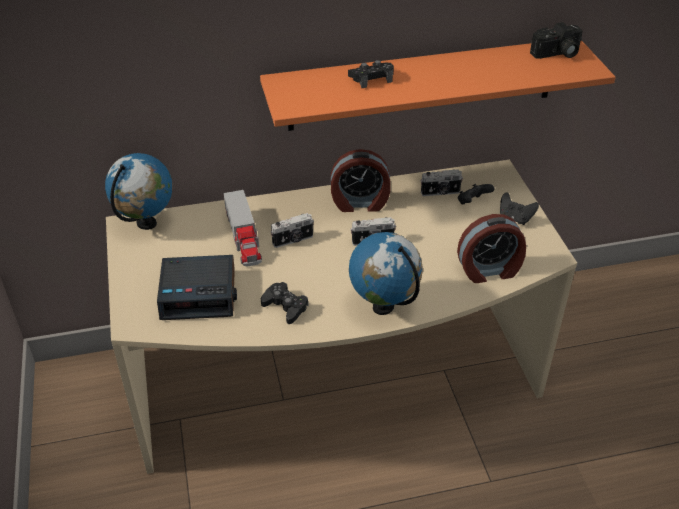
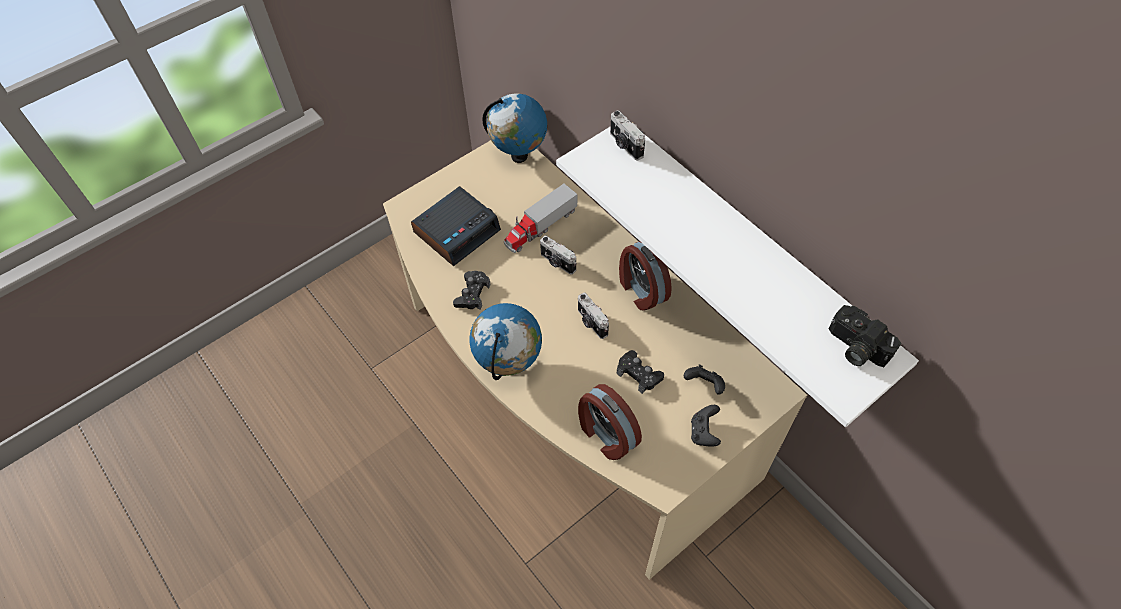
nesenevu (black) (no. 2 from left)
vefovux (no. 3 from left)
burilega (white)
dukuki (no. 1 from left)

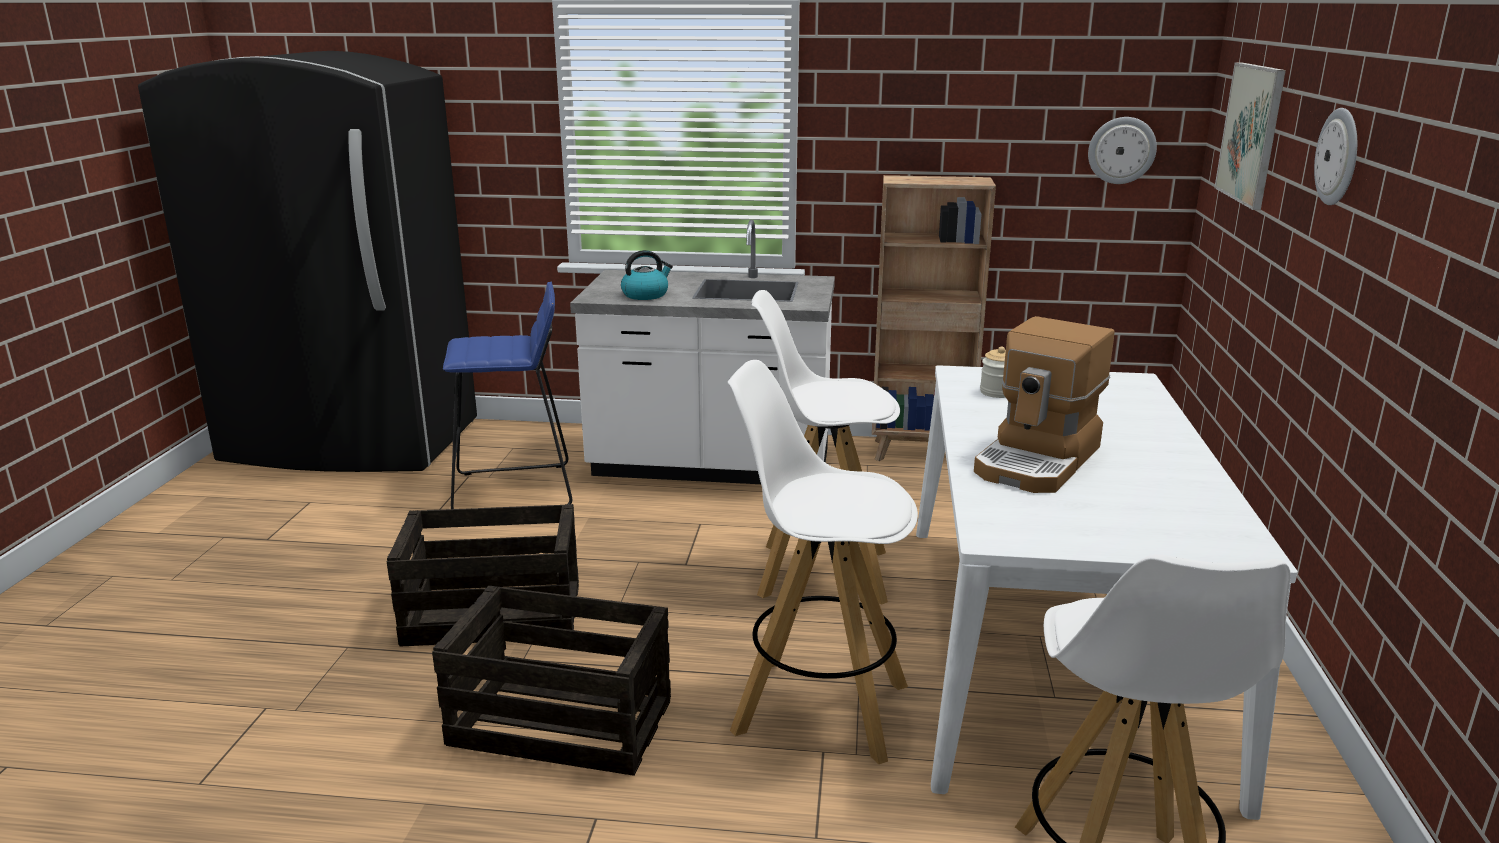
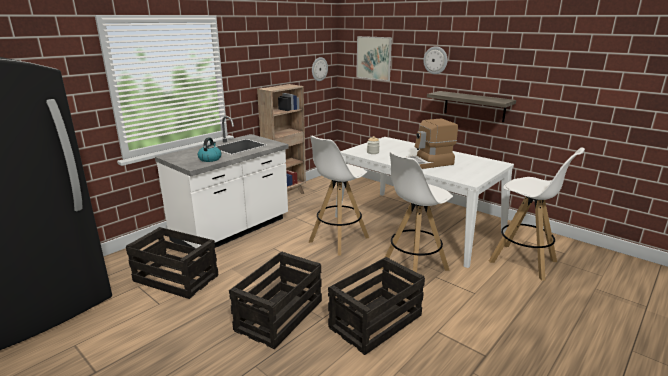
burilega
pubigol (no. 1 from left)
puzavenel

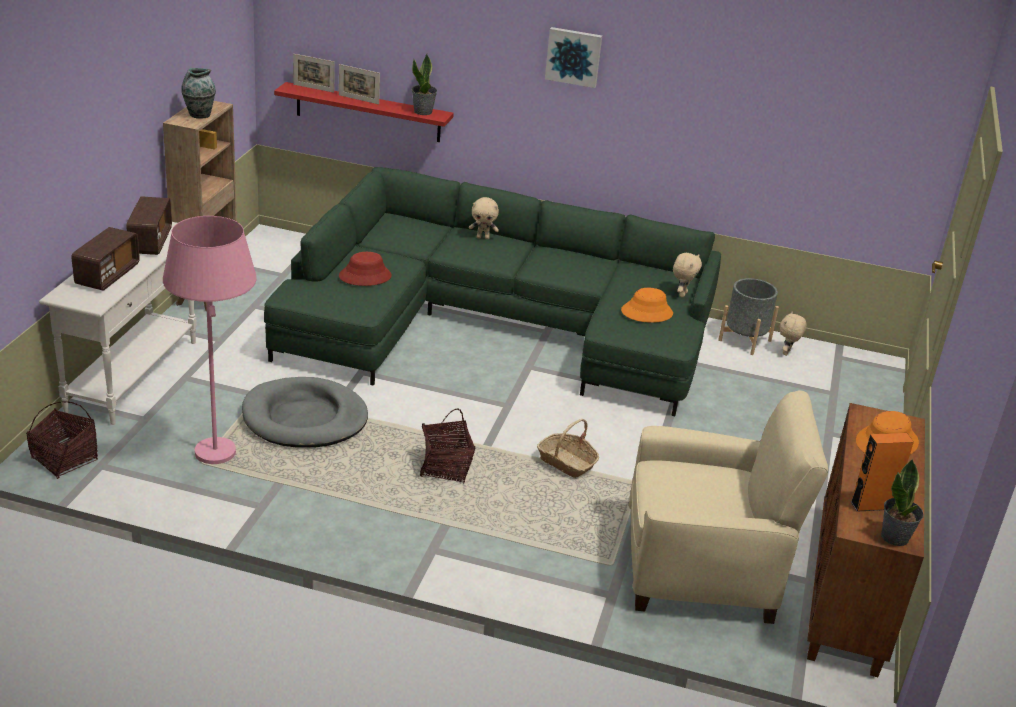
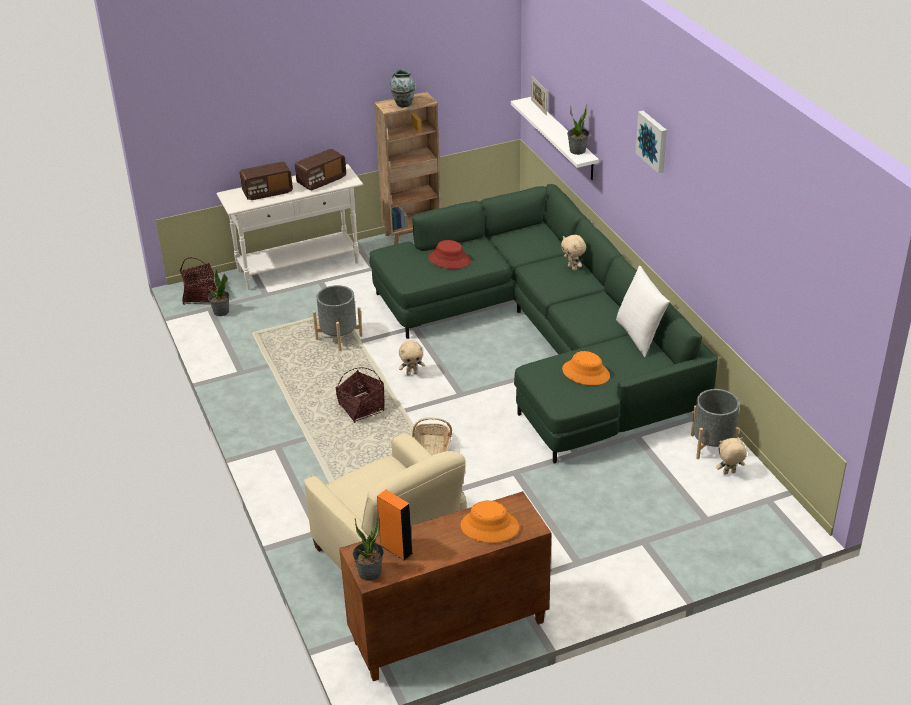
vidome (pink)
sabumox (no. 2 from left in the first image)
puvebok (no. 1 from left)
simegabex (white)
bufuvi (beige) (no. 1 from left)
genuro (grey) (no. 1 from left)
burilega (white)

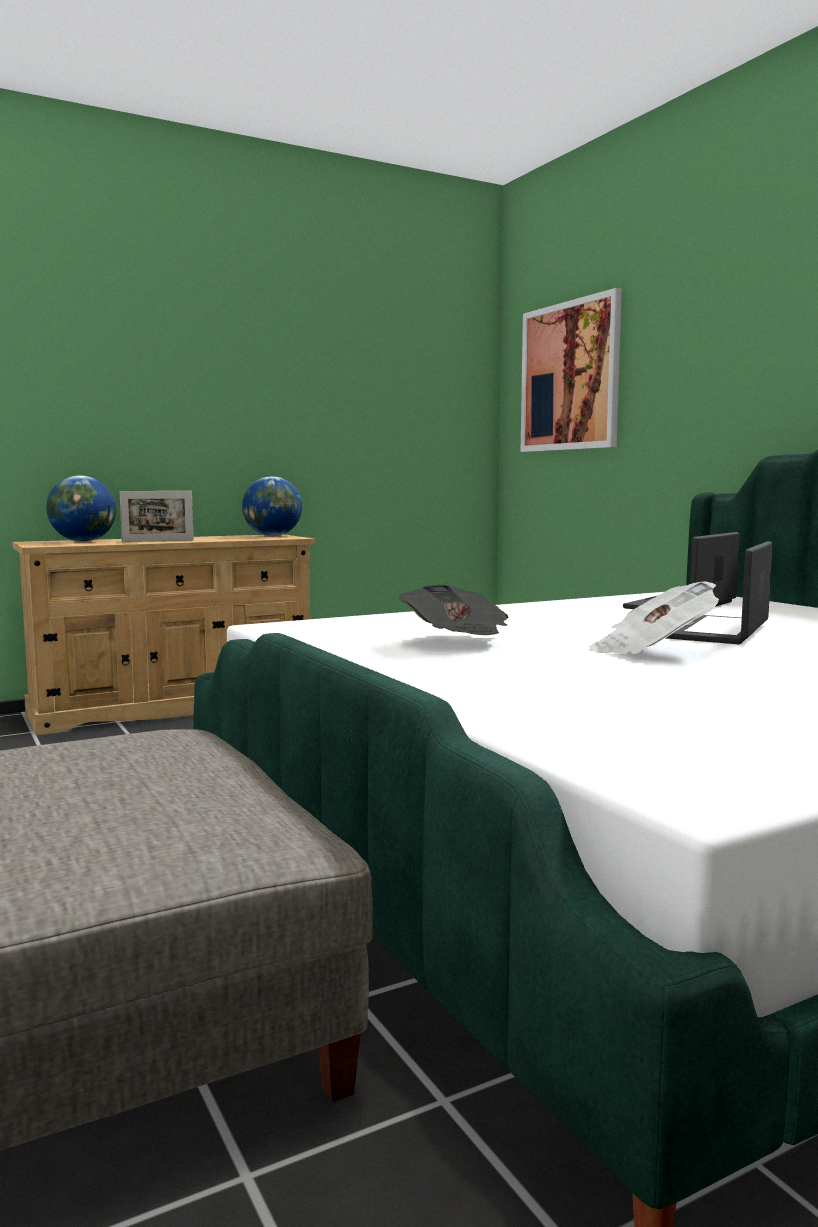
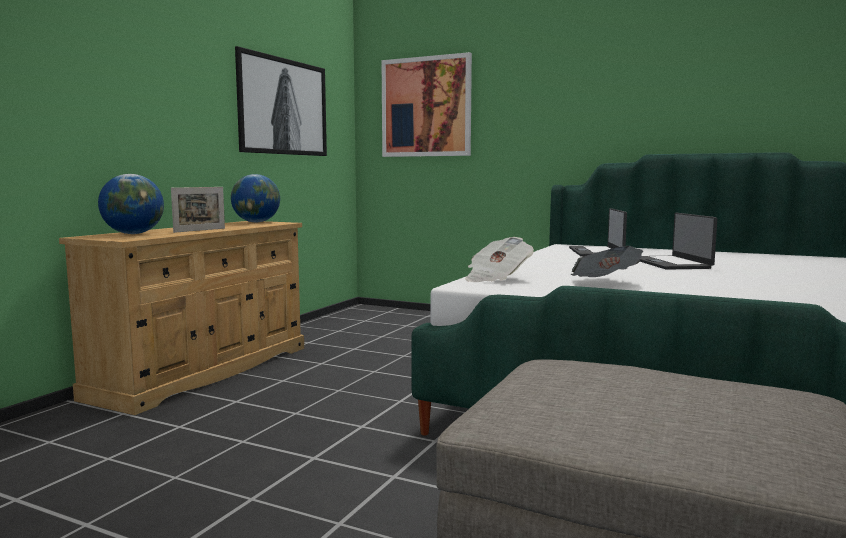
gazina (no. 1 from left)
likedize (no. 1 from left)

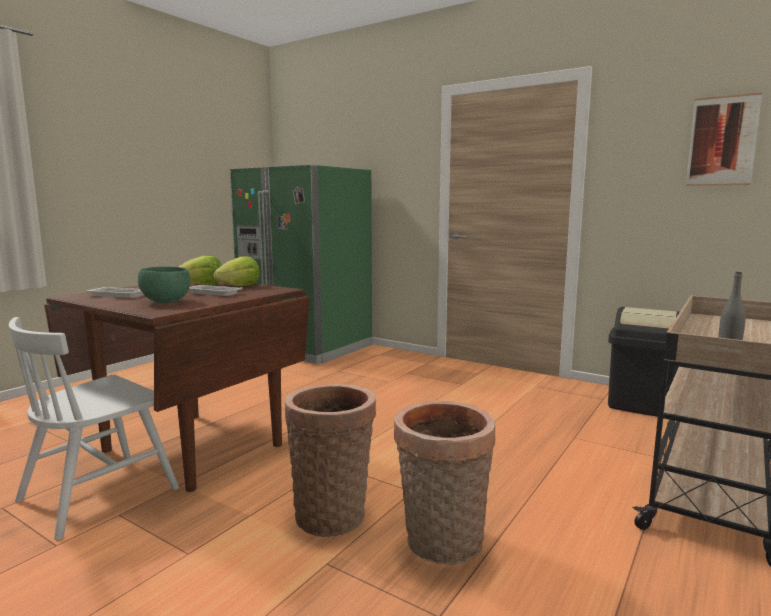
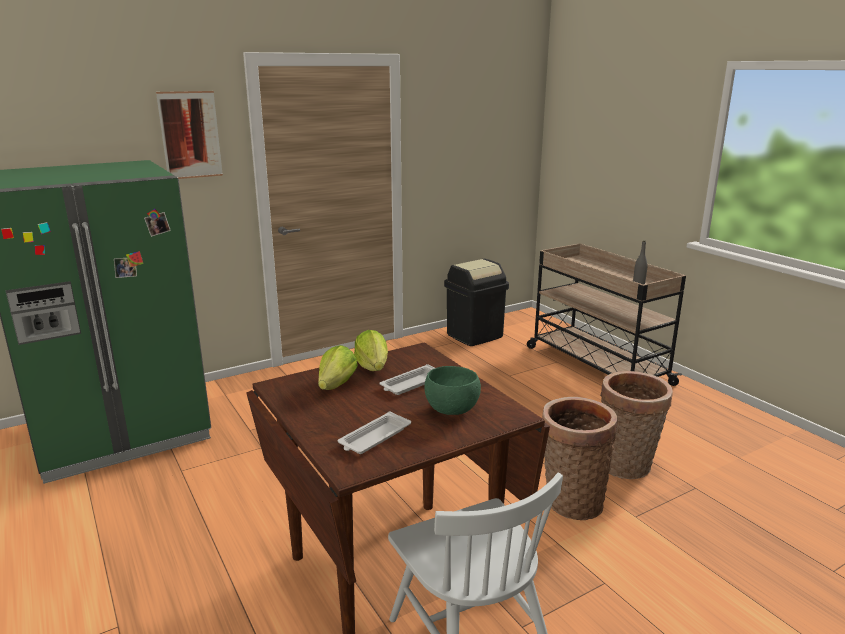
gazina

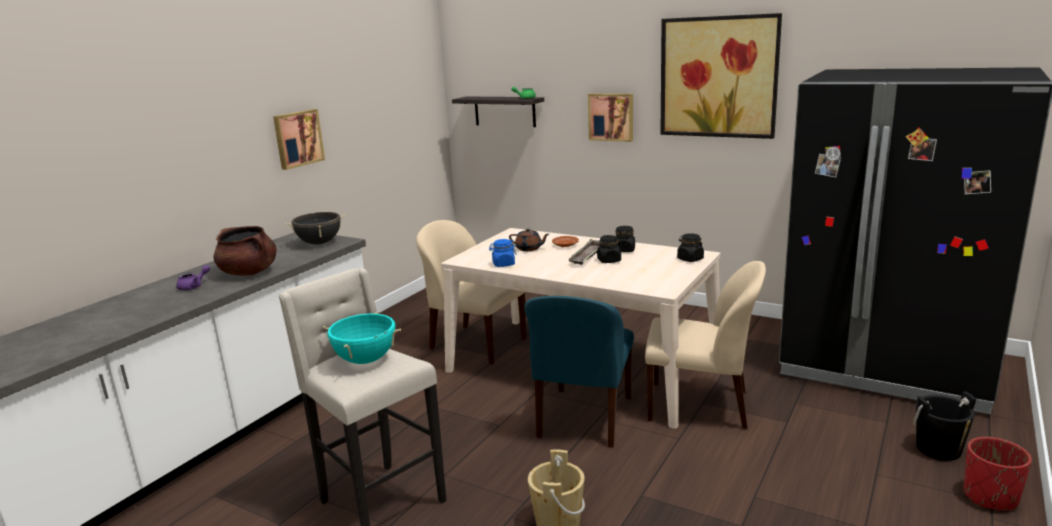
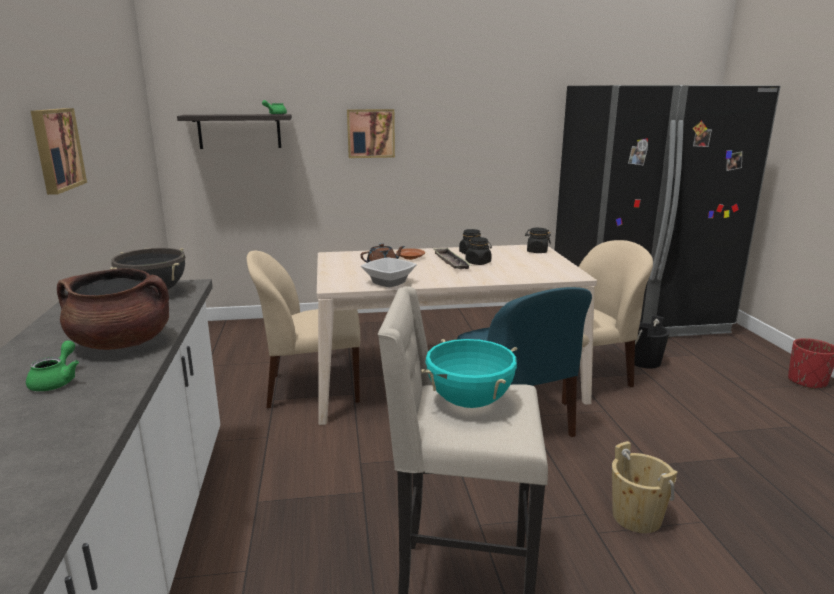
gazina (no. 3 from left in the first image)
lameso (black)
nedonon
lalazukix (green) (no. 1 from left)

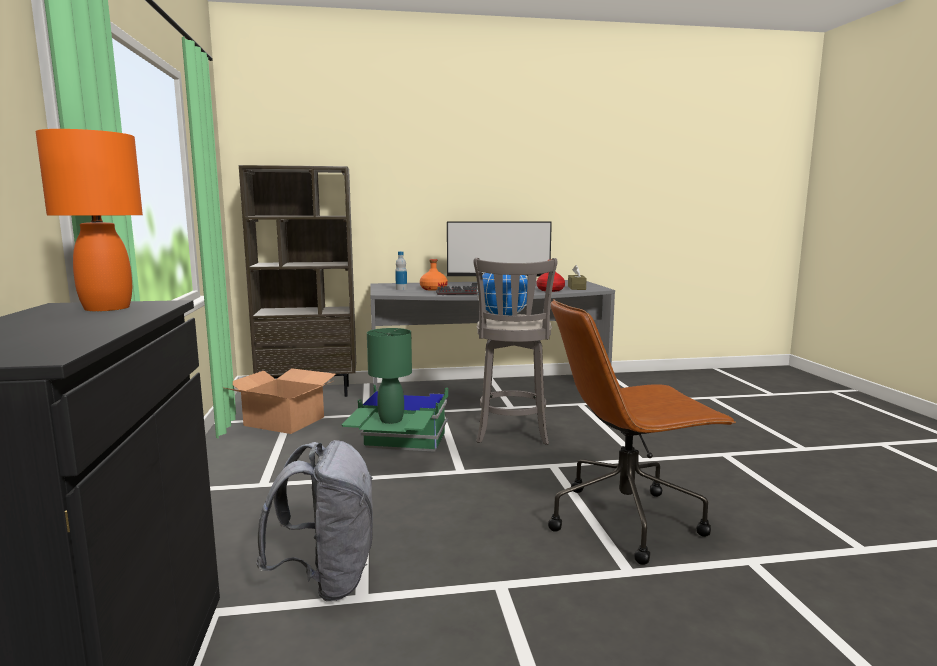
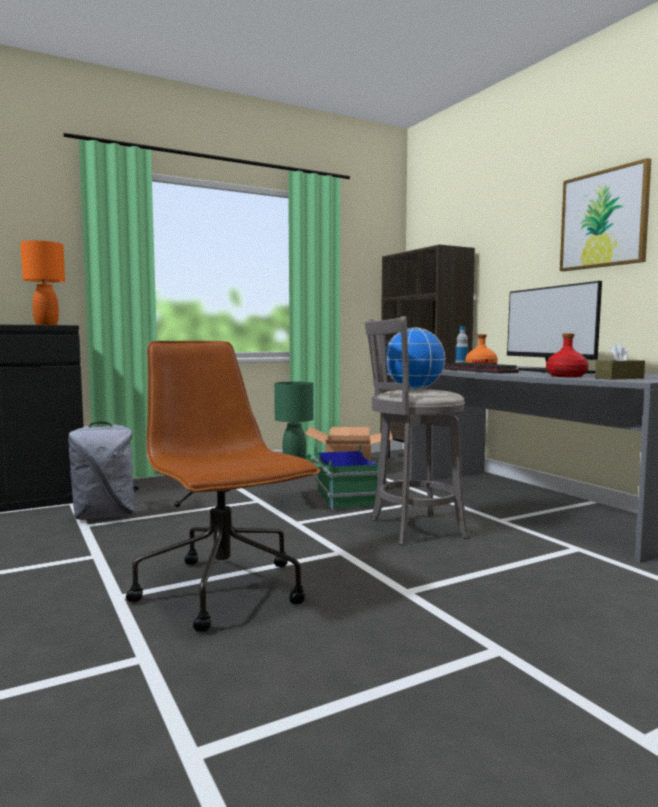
gazina

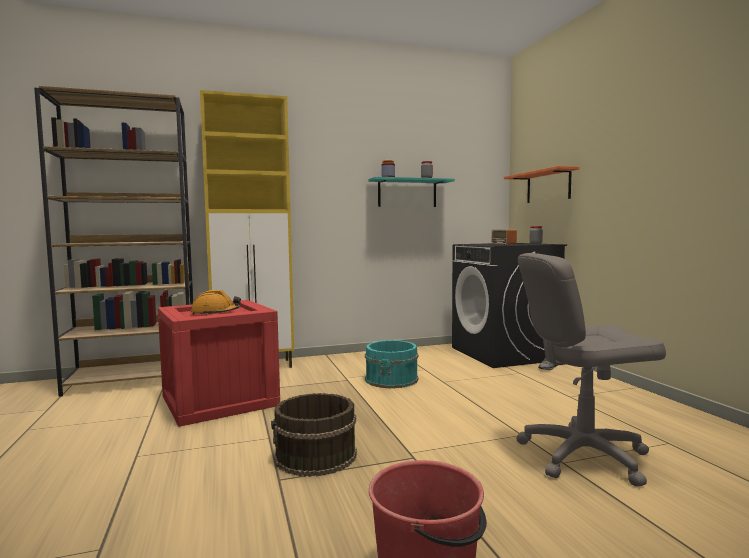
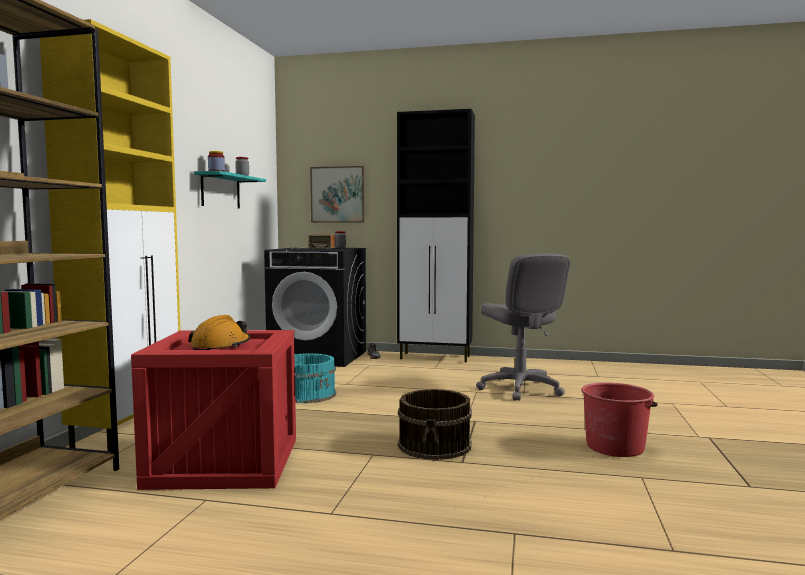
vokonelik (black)
gazina
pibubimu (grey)

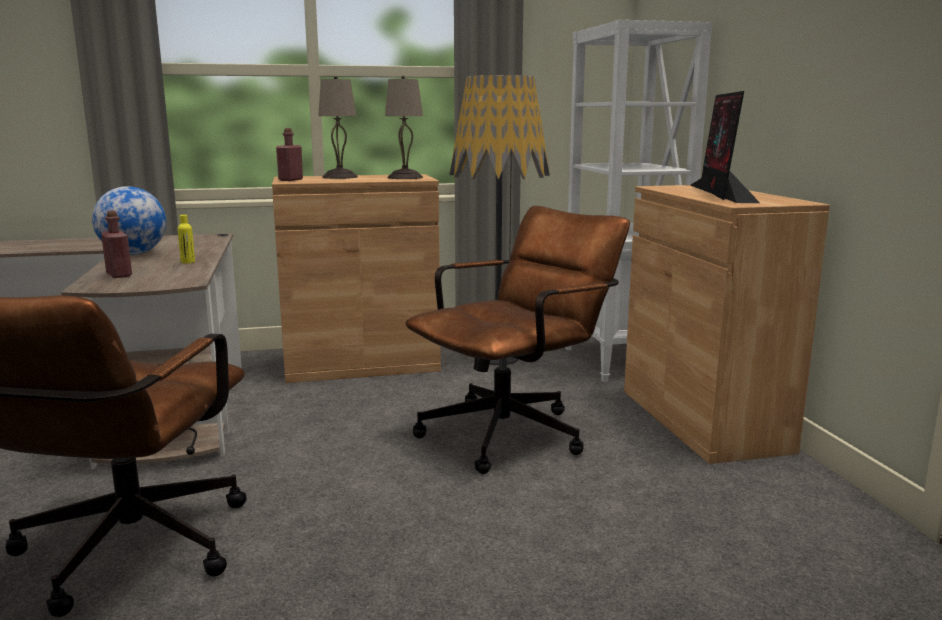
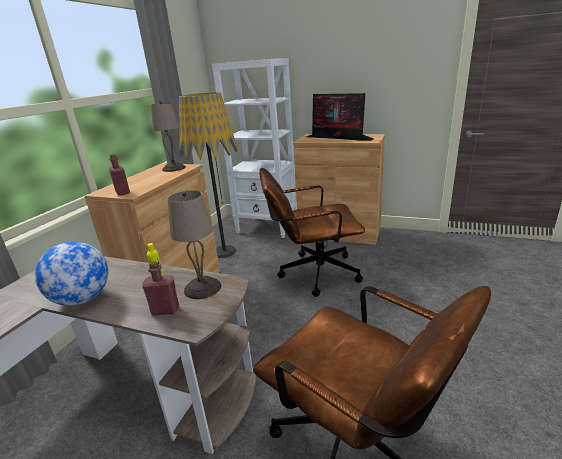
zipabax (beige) (no. 2 from left)
pibubimu (brown) (no. 1 from left)

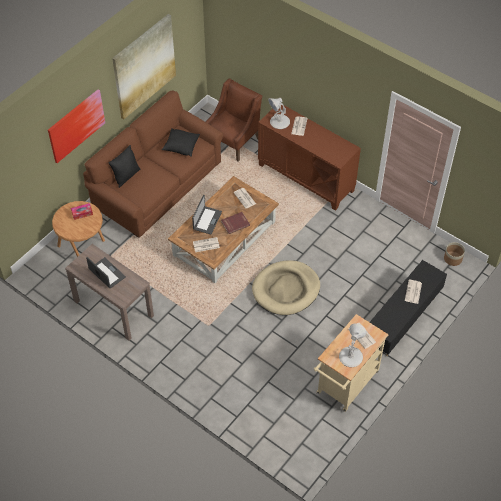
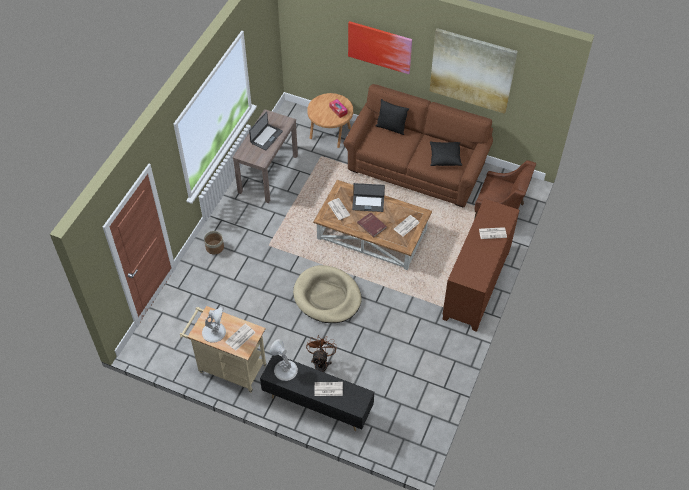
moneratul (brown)
zipabax (white) (no. 2 from left)
genuro

